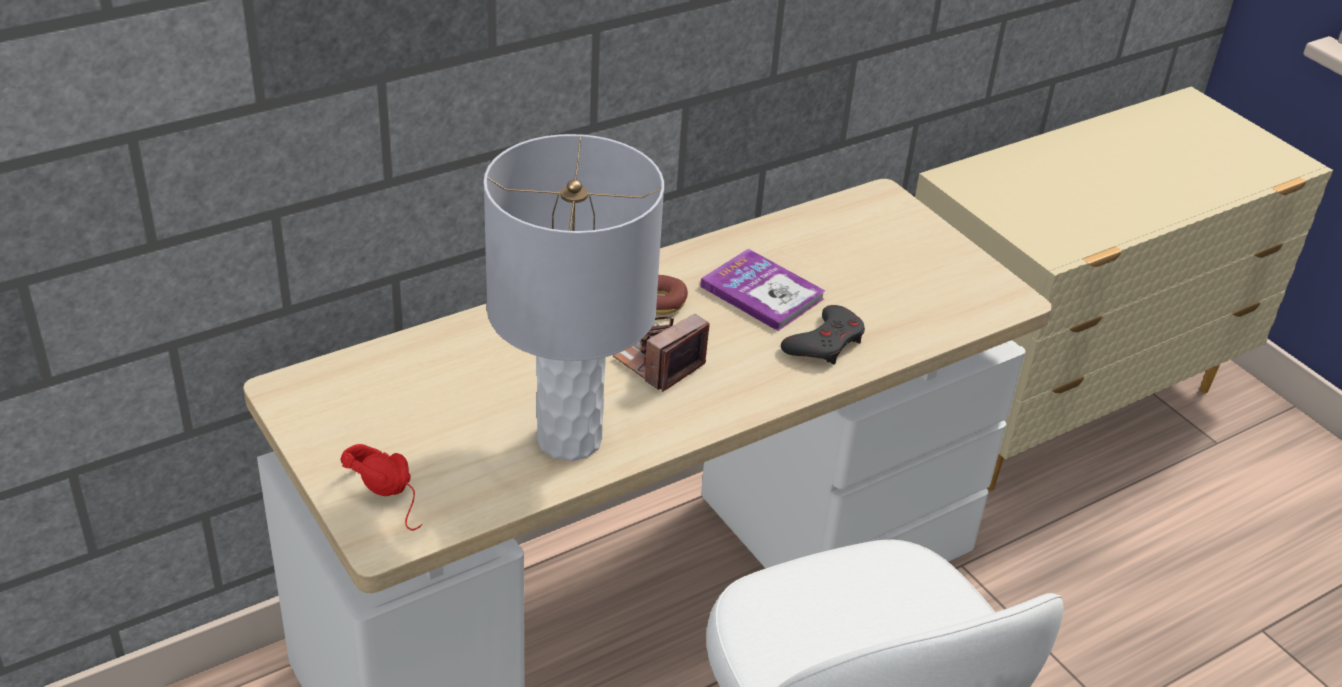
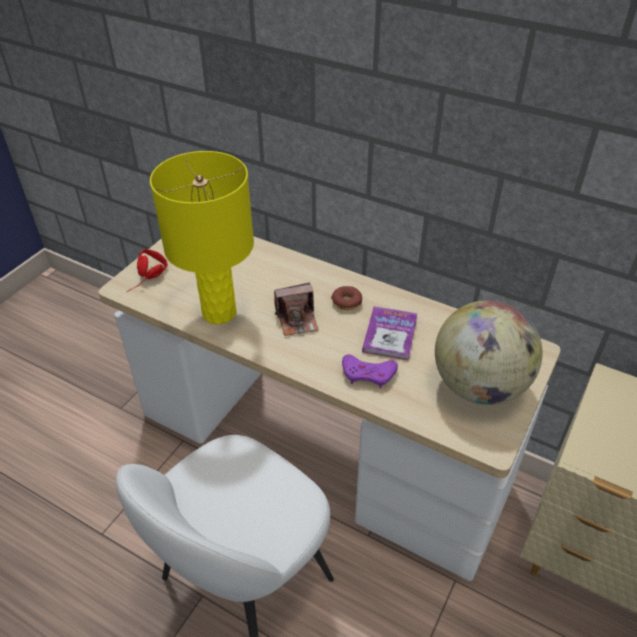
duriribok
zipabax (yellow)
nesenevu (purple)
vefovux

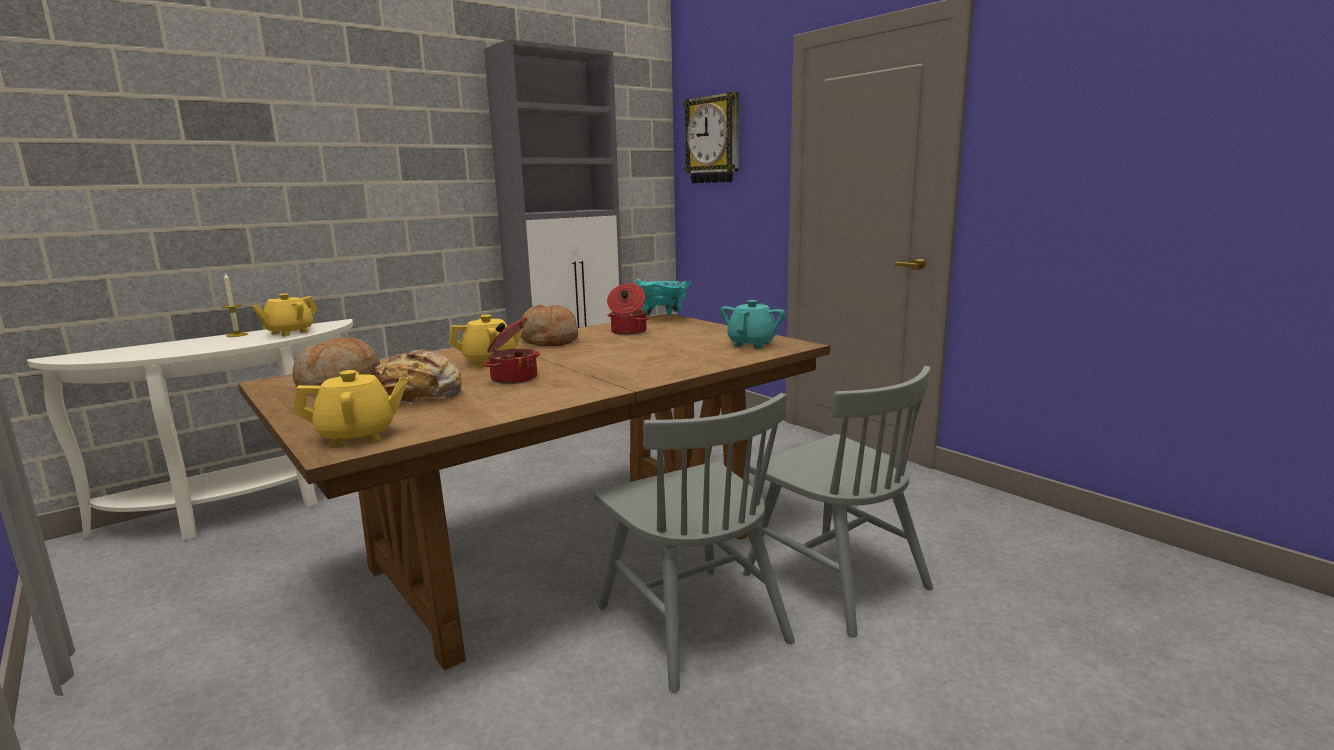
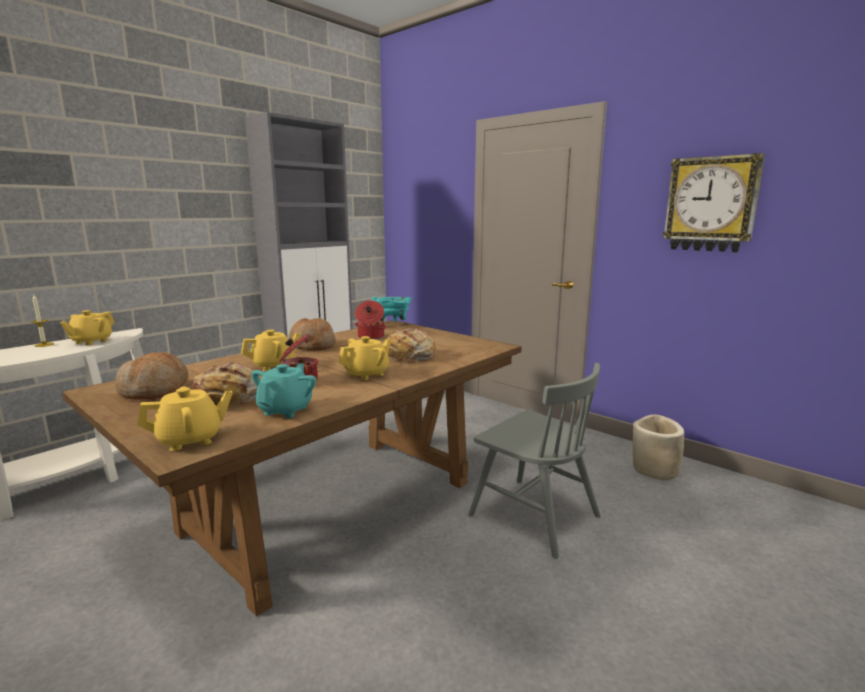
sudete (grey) (no. 1 from left in the first image)
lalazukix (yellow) (no. 4 from left)
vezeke (no. 4 from left)
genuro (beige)
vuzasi
lalazukix (turquoise)

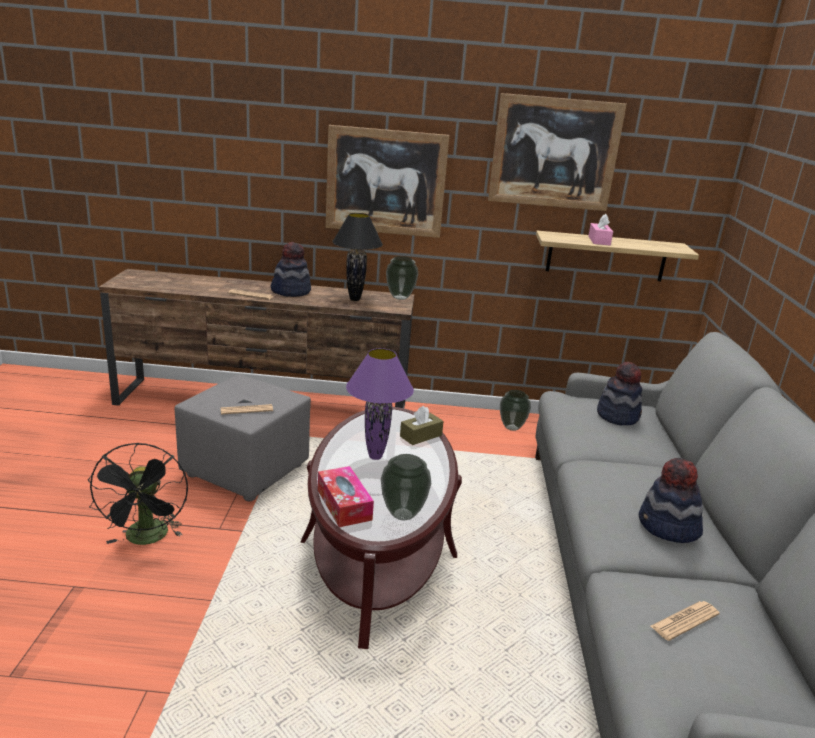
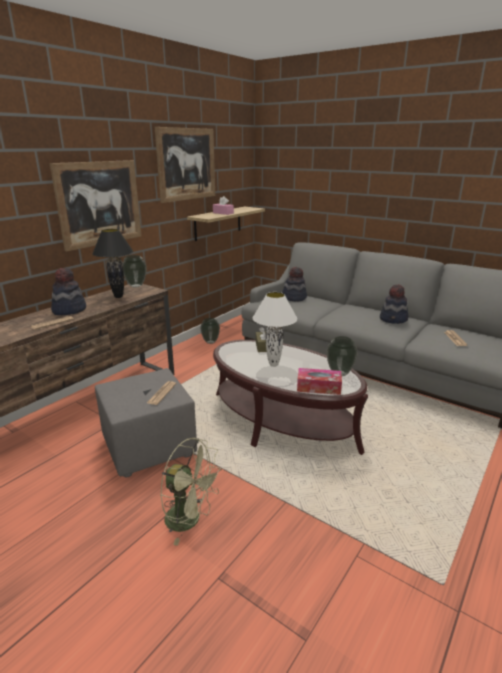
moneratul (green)
zipabax (white)

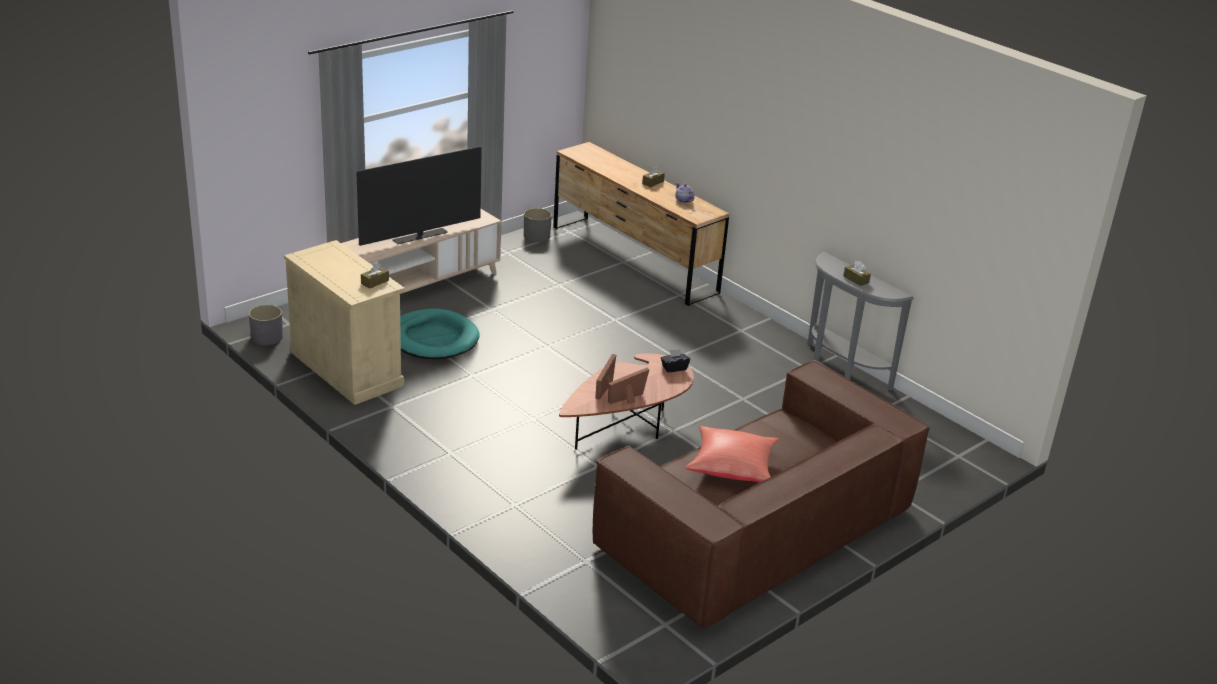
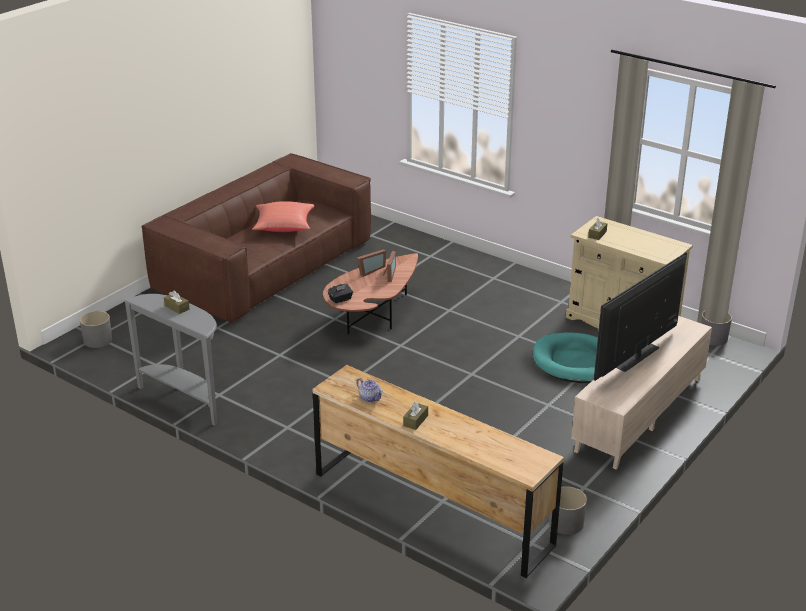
genuro (grey) (no. 1 from left)

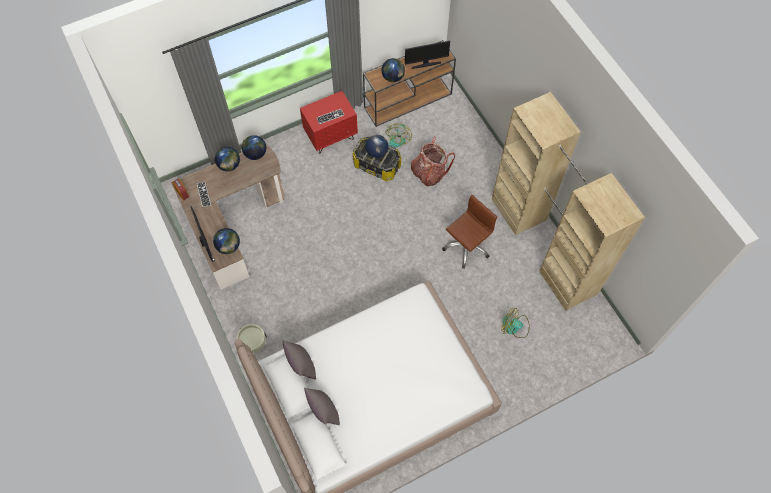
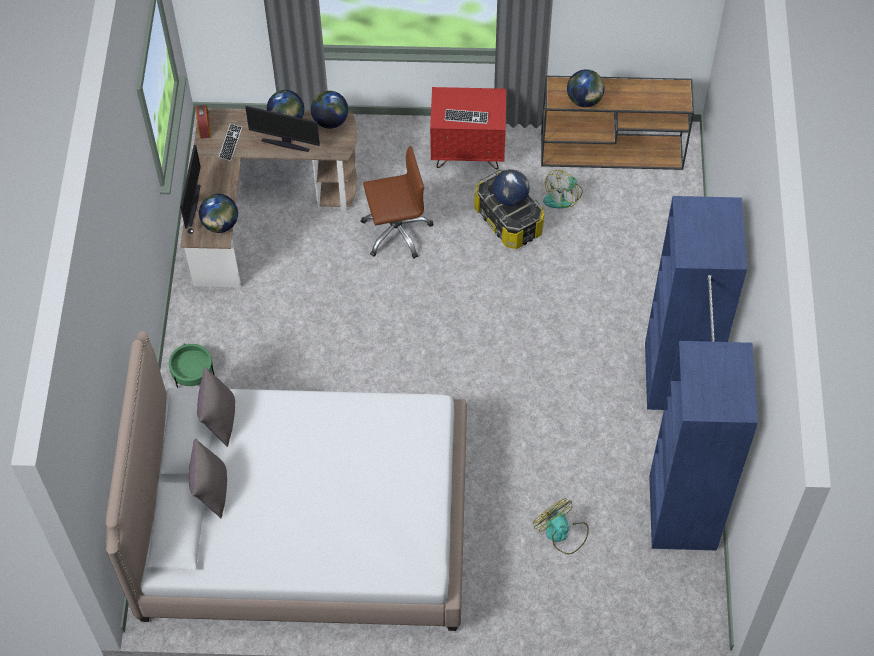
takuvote
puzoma (no. 2 from left)
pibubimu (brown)
genuro (green)
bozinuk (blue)

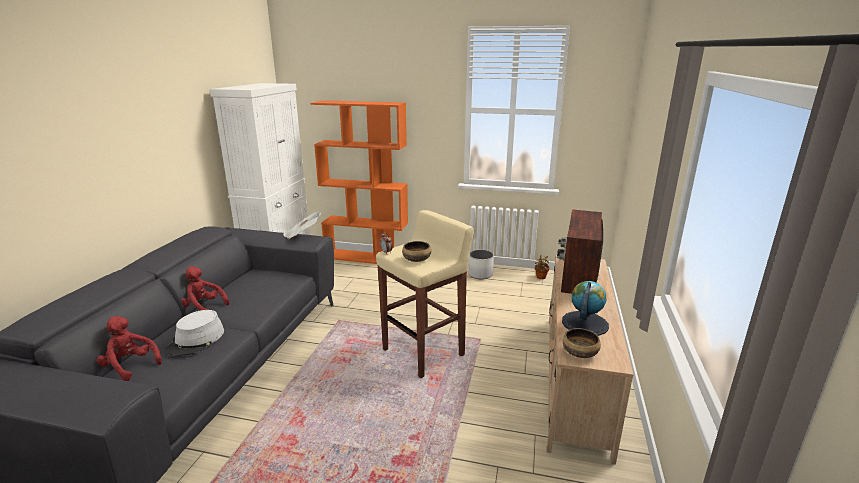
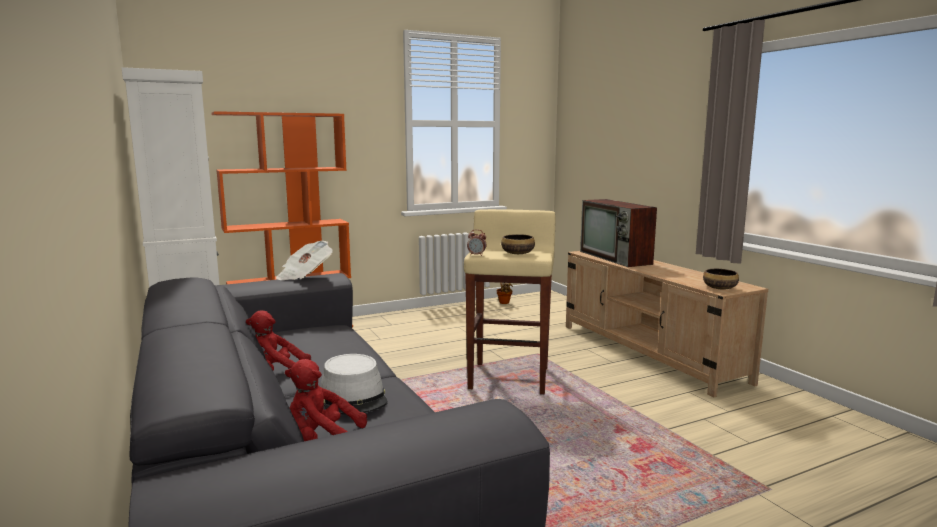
genuro (white)
duriribok

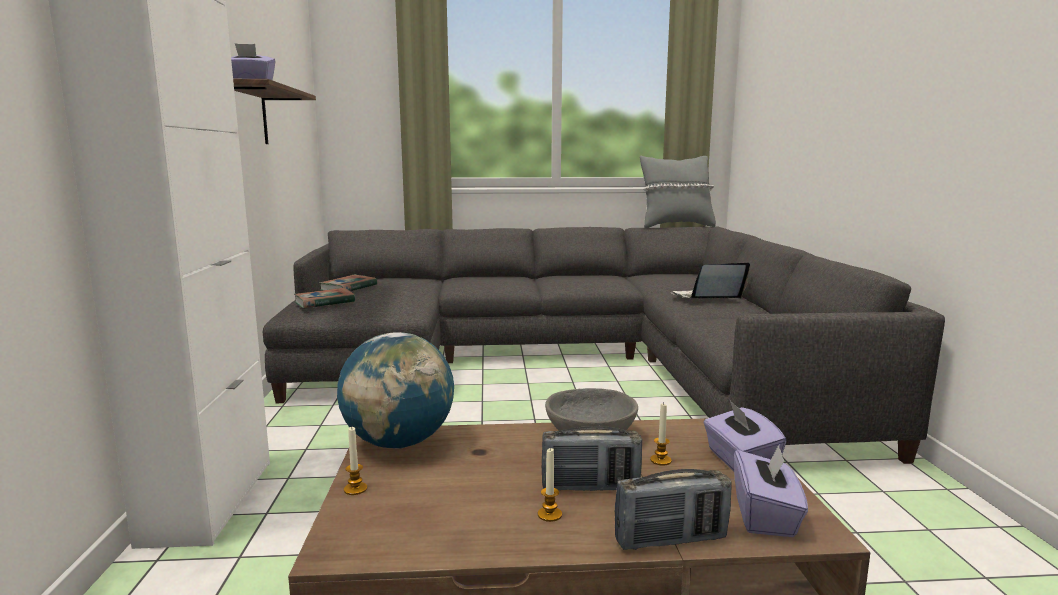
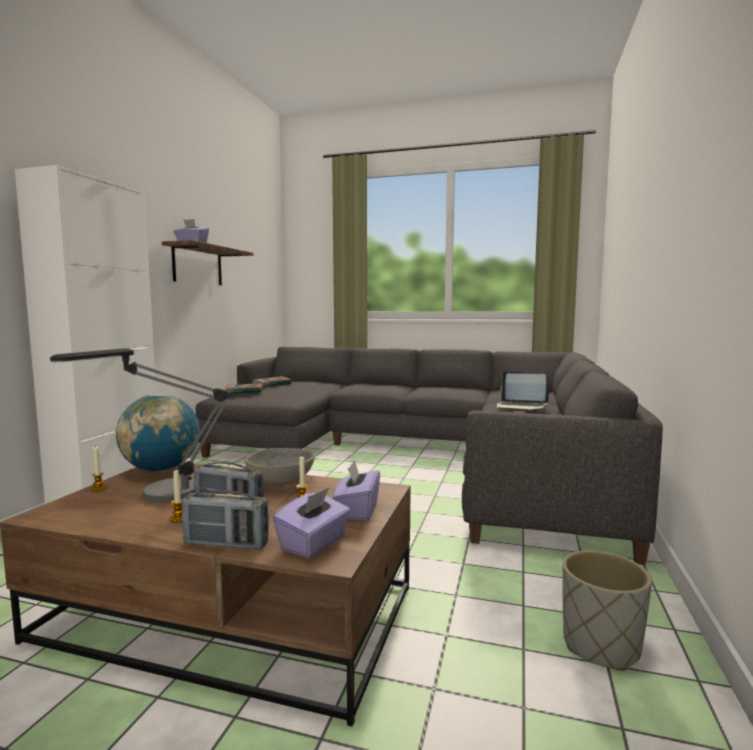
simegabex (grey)
zipabax
genuro (grey)
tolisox

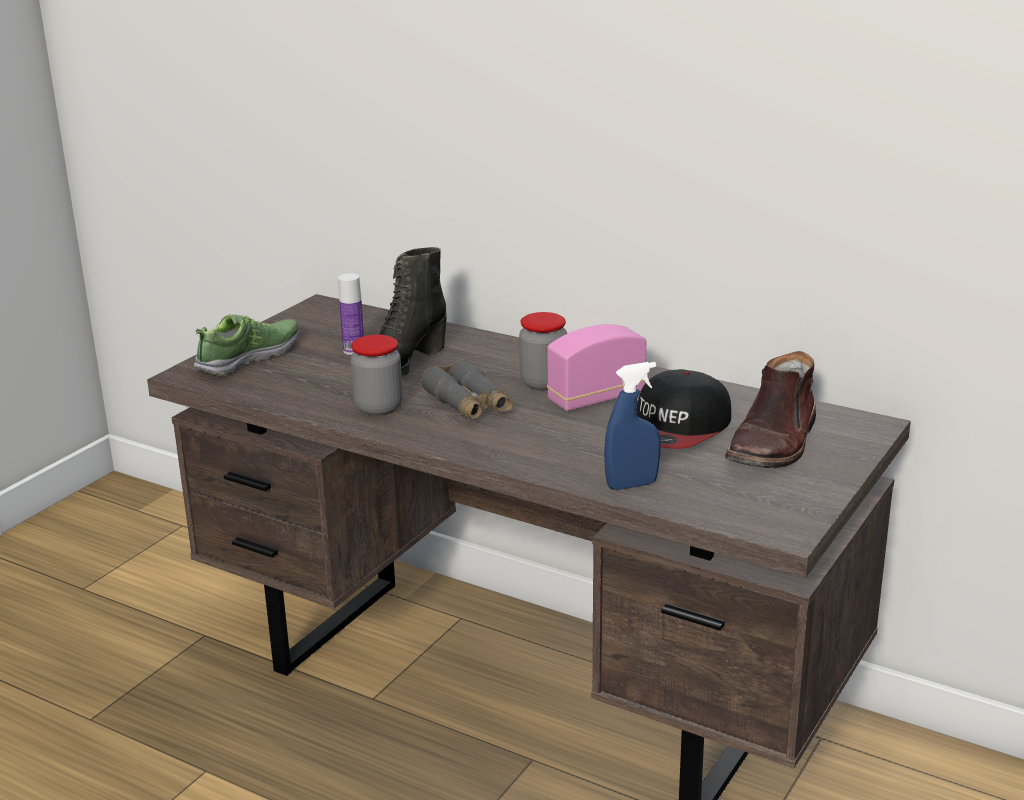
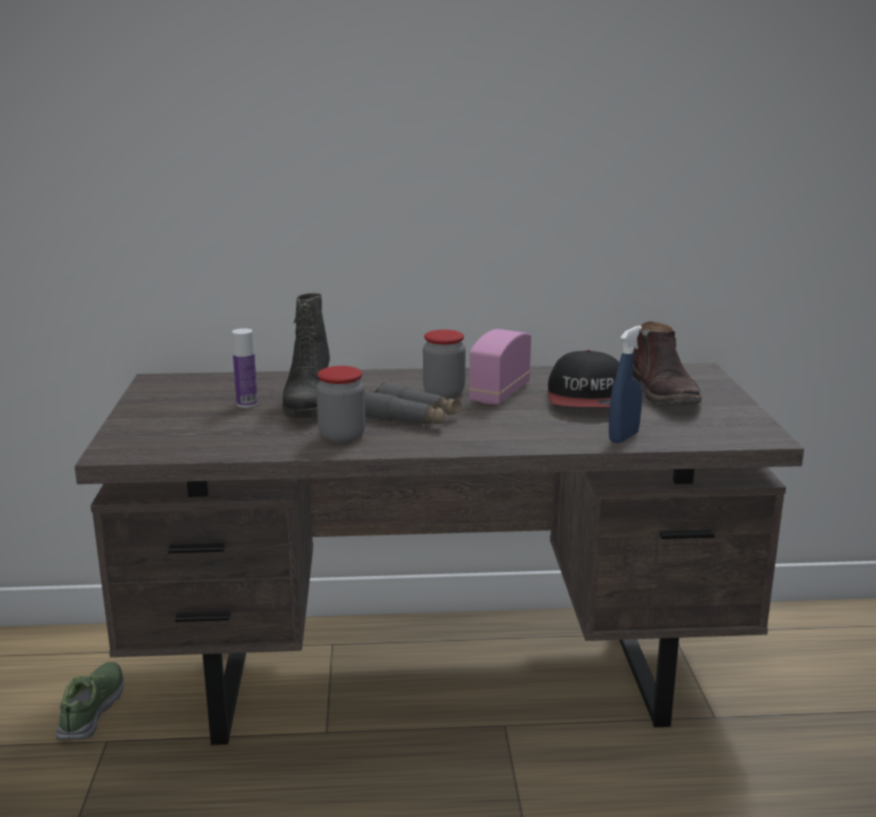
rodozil

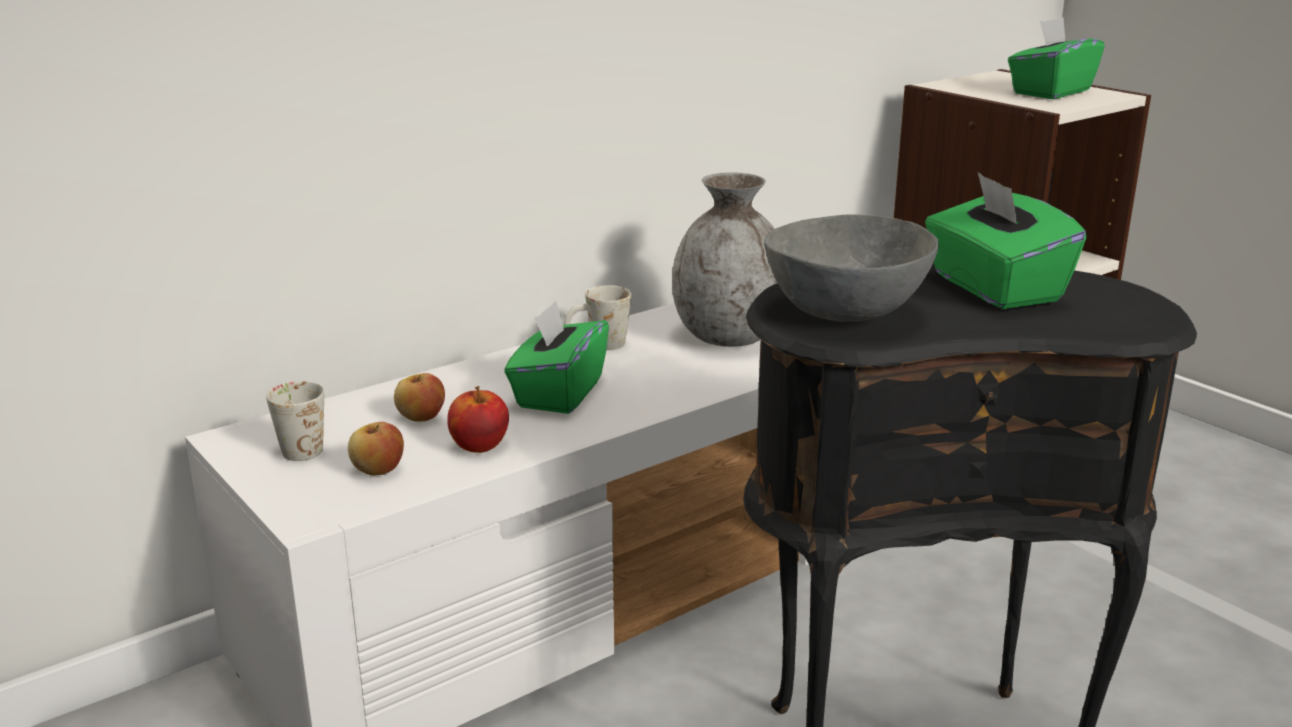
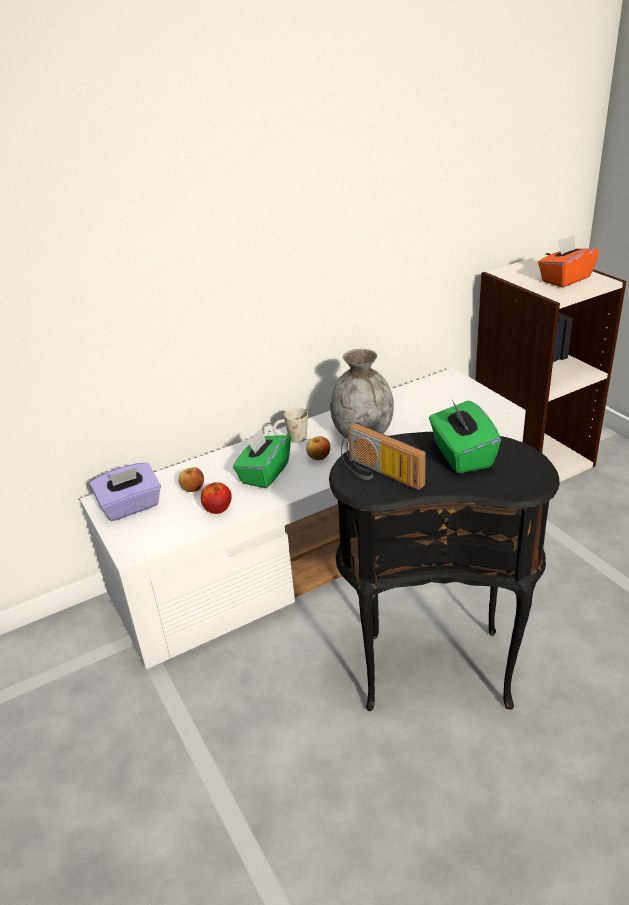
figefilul (no. 3 from left)
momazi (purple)
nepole
momazi (orange)

